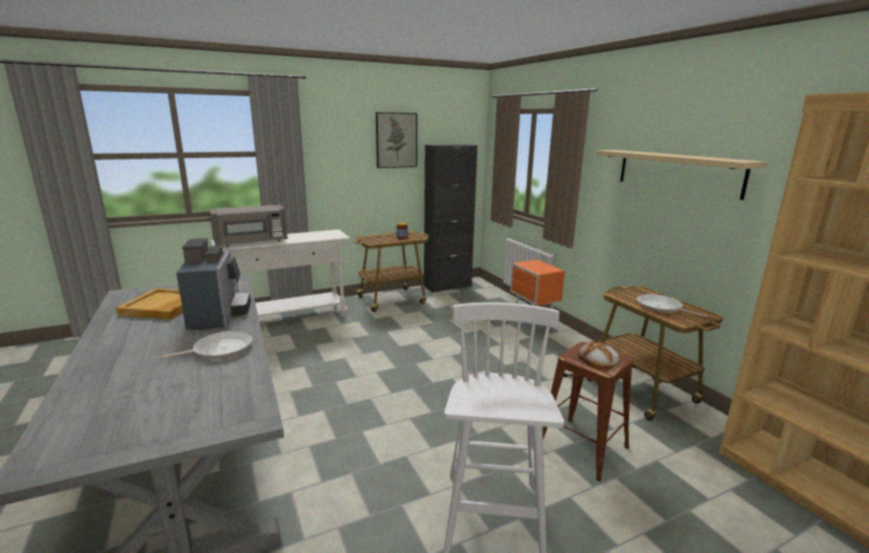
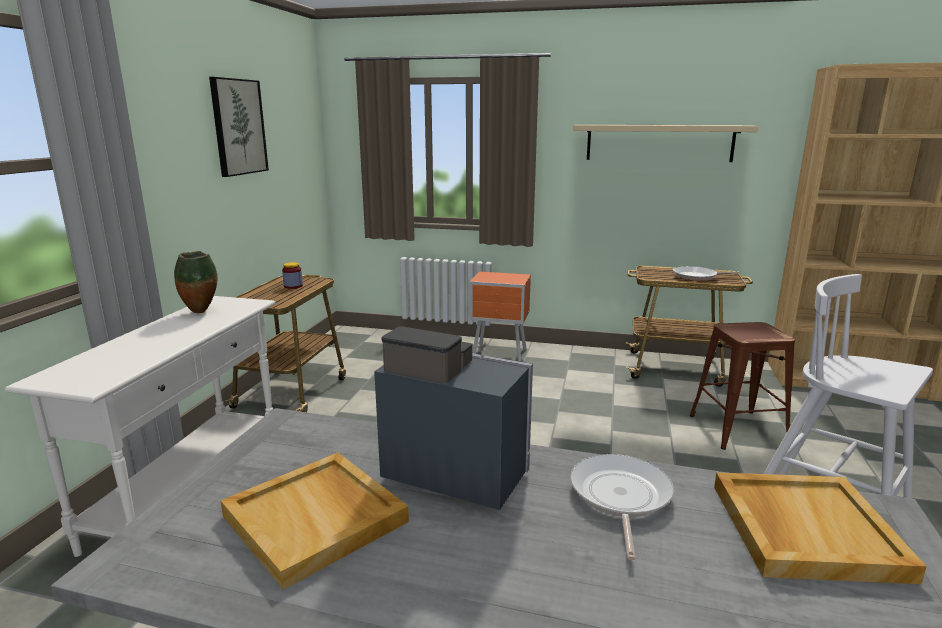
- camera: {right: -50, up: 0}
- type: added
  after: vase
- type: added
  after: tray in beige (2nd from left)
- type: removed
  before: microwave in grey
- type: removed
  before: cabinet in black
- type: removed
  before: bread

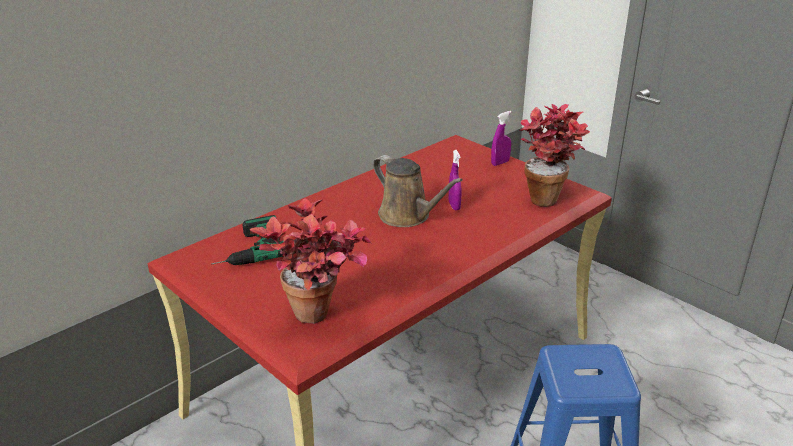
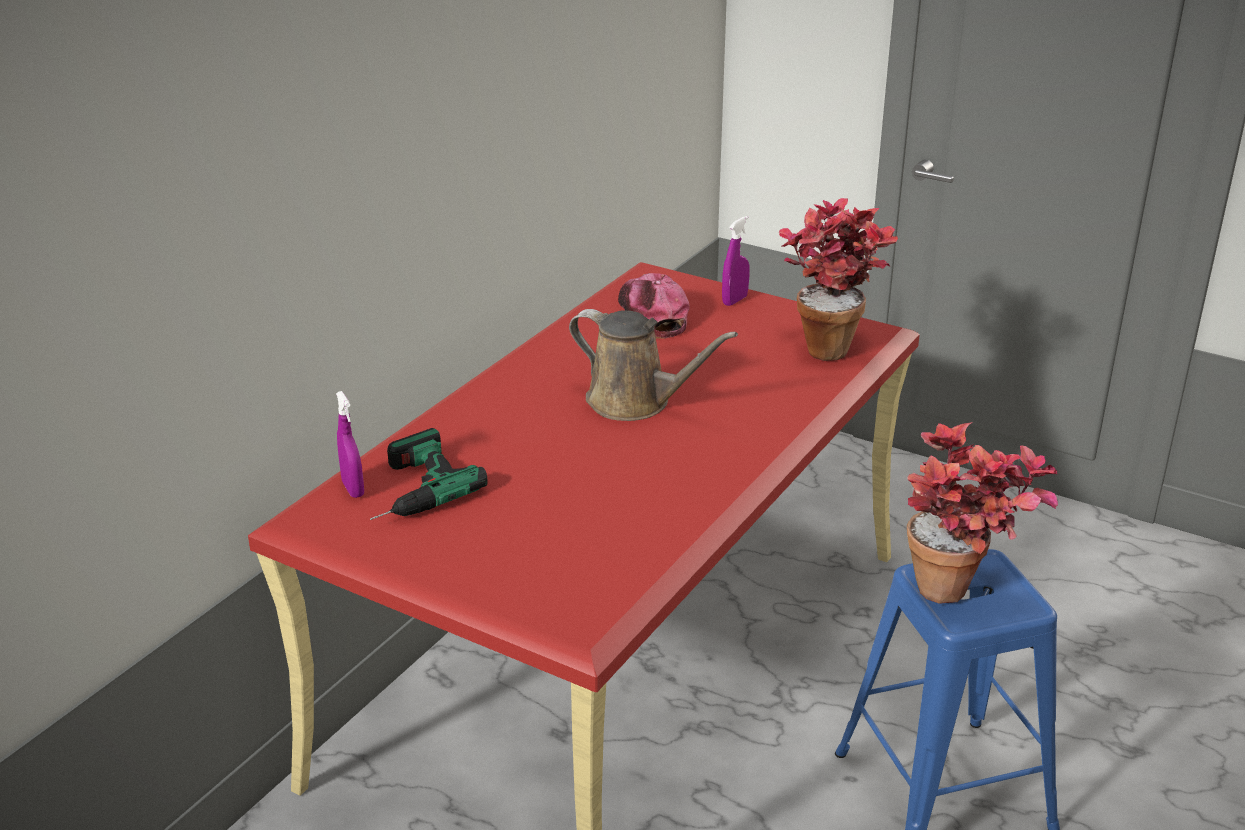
- camera: {right: -15, up: 0}
- type: moved
  before: spray bottle in purple (1st from left)
- type: added
  after: cap
- type: moved
  before: potted plant (1st from left in the first image)
  after: potted plant (2nd from left)

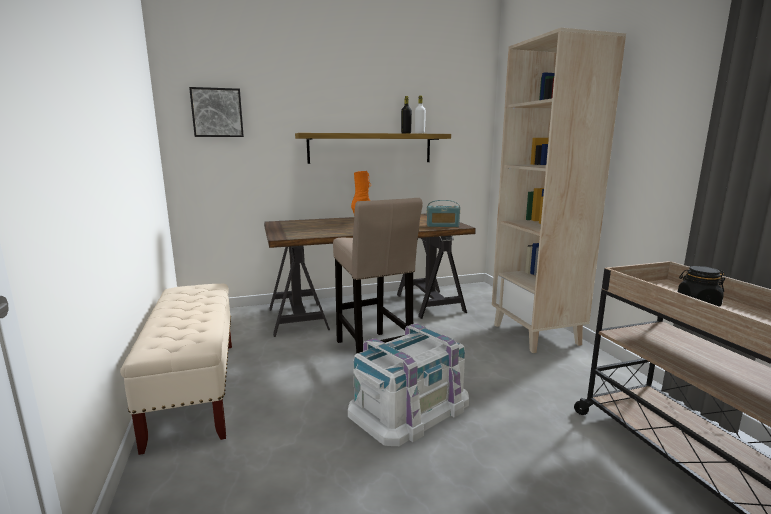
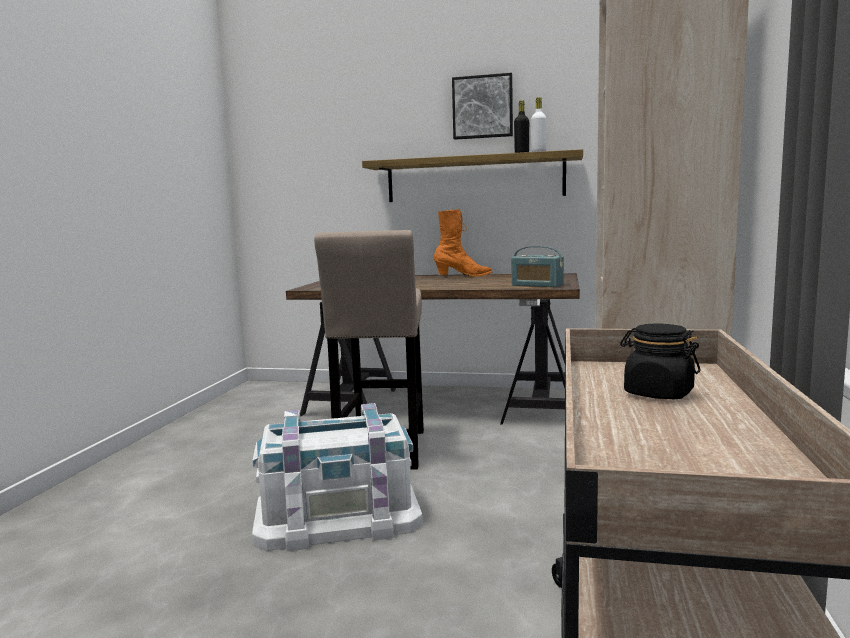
- camera: {right: 30, up: -5}
- type: moved
  before: picture
- type: removed
  before: bench in beige

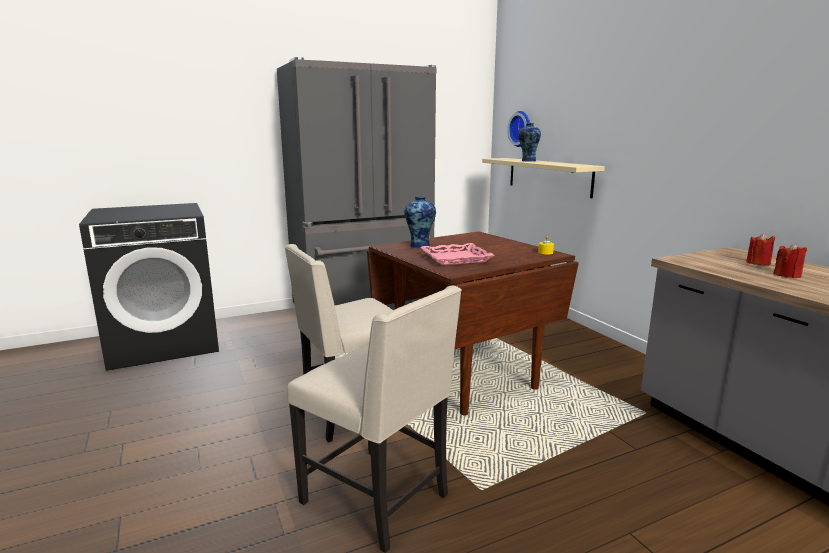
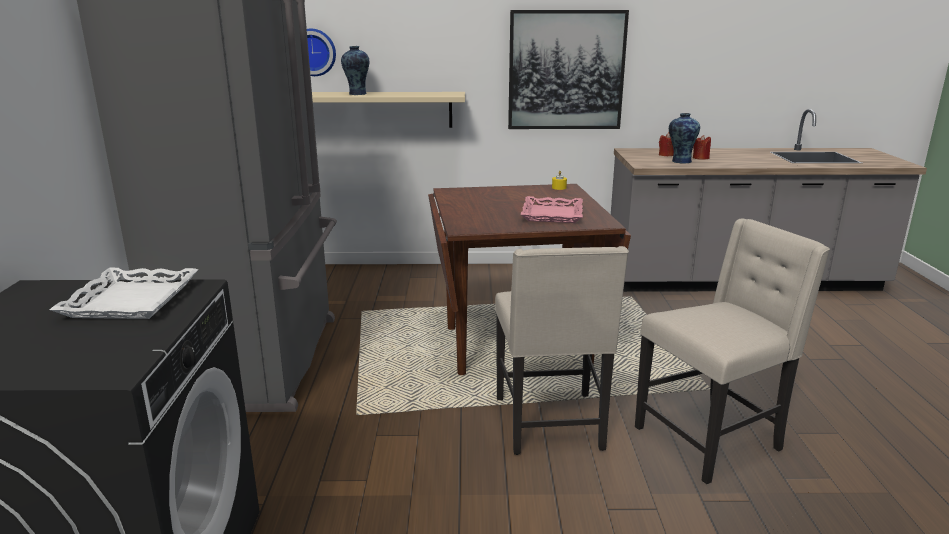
- camera: {right: -65, up: 5}
- type: added
  after: tray in white
- type: added
  after: picture
- type: moved
  before: vase (1st from left in the first image)
  after: vase (2nd from left)

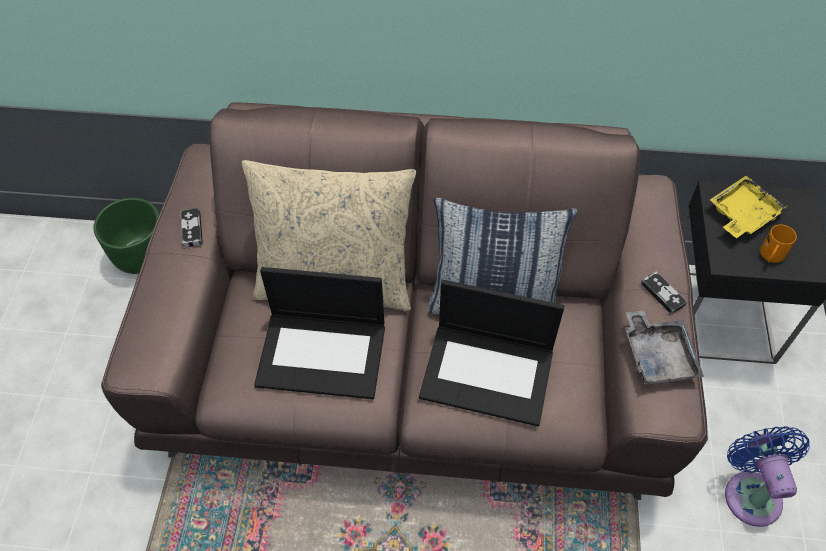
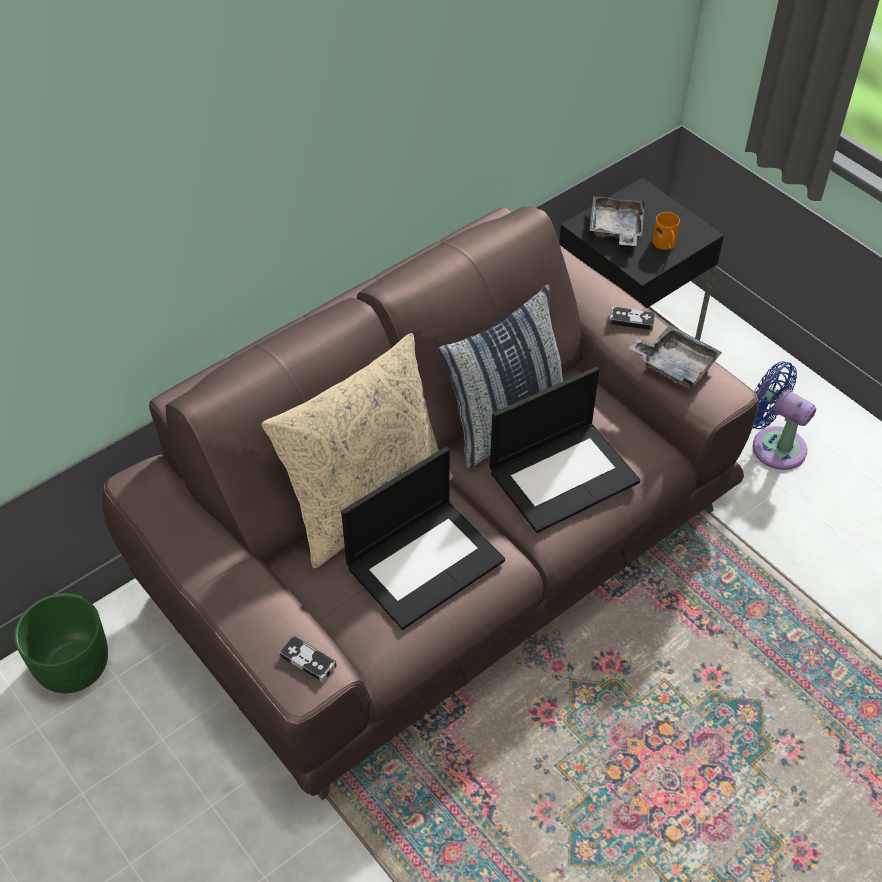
- camera: {right: -45, up: -5}
- type: moved
  before: game controller (1st from left)
- type: recoloured
  before: tray in yellow
  after: tray in grey (1st from left)

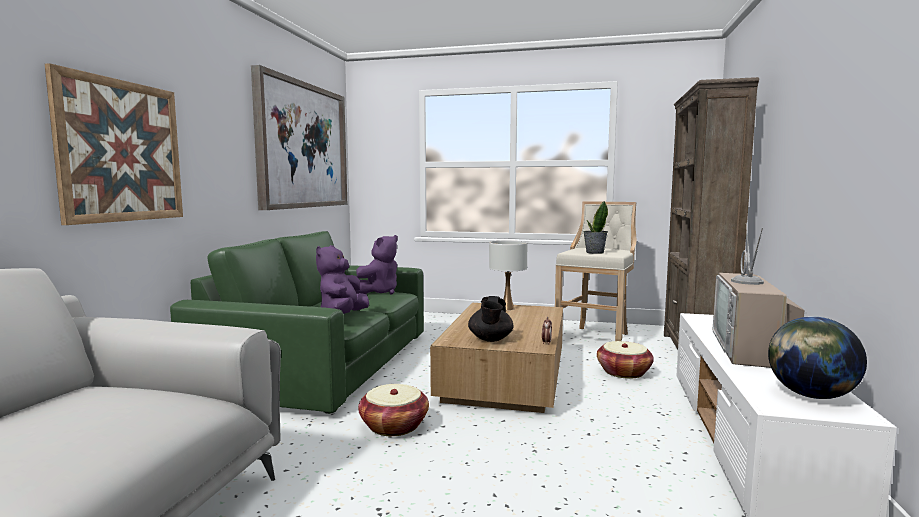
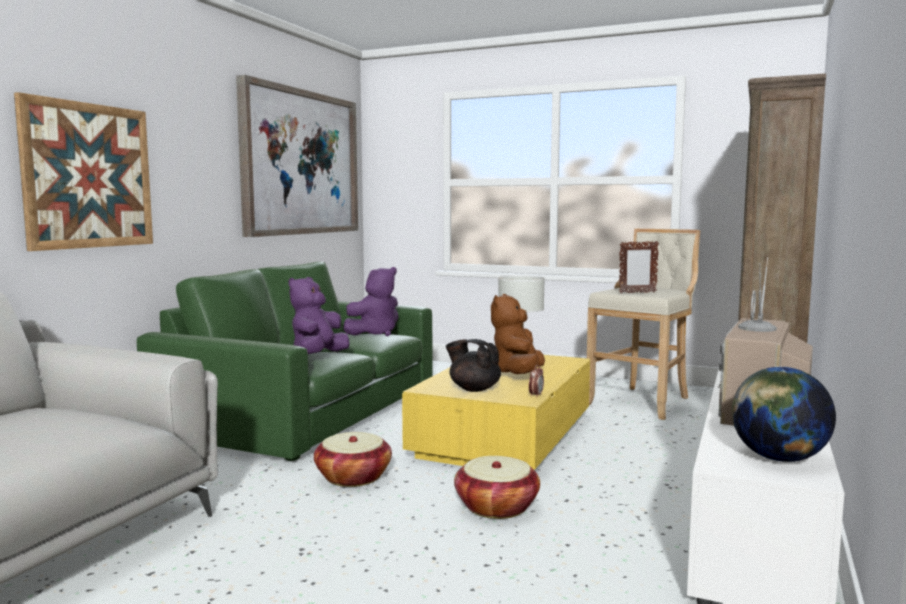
- camera: {right: 10, up: 0}
- type: recoloured
  before: coffee table in brown
  after: coffee table in yellow
- type: turned
  before: teapot in black
  turn: 105
- type: moved
  before: basket (2nd from left)
- type: added
  after: plush toy in brown
- type: replaced
  before: potted plant
  after: picture frame

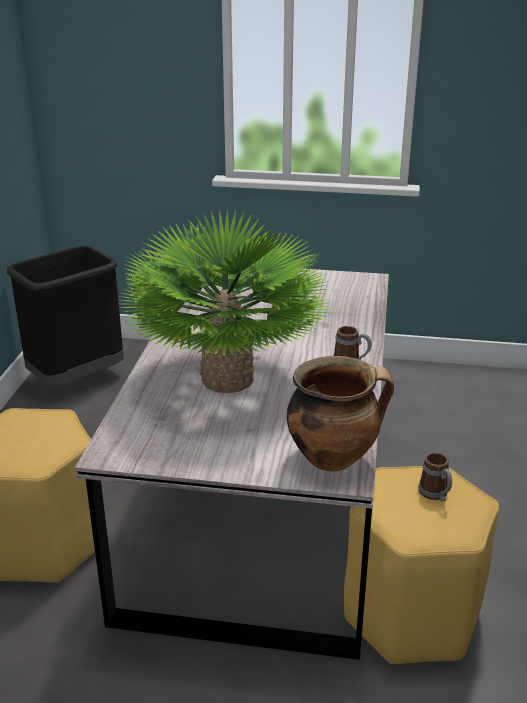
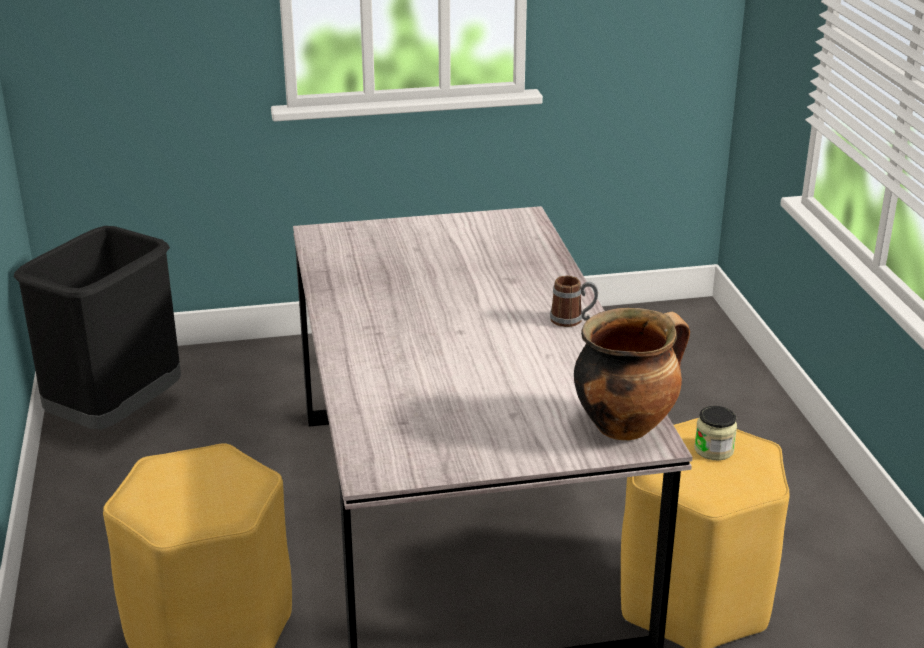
- camera: {right: -20, up: 0}
- type: replaced
  before: mug (2nd from left)
  after: jar
- type: removed
  before: potted plant

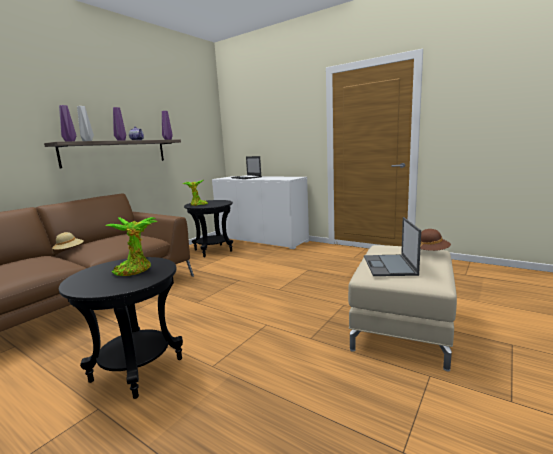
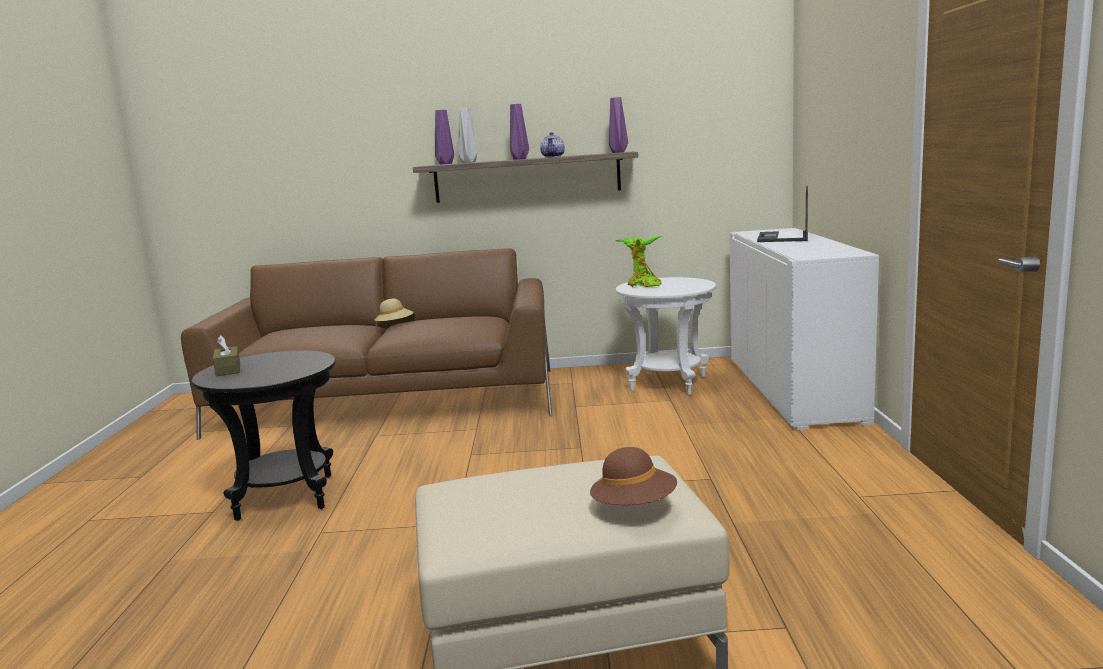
- camera: {right: 55, up: 0}
- type: added
  after: tissue box in brown
- type: recoloured
  before: side table in black (2nd from left)
  after: side table in white
- type: removed
  before: potted plant (1st from left)
- type: removed
  before: laptop (2nd from left)

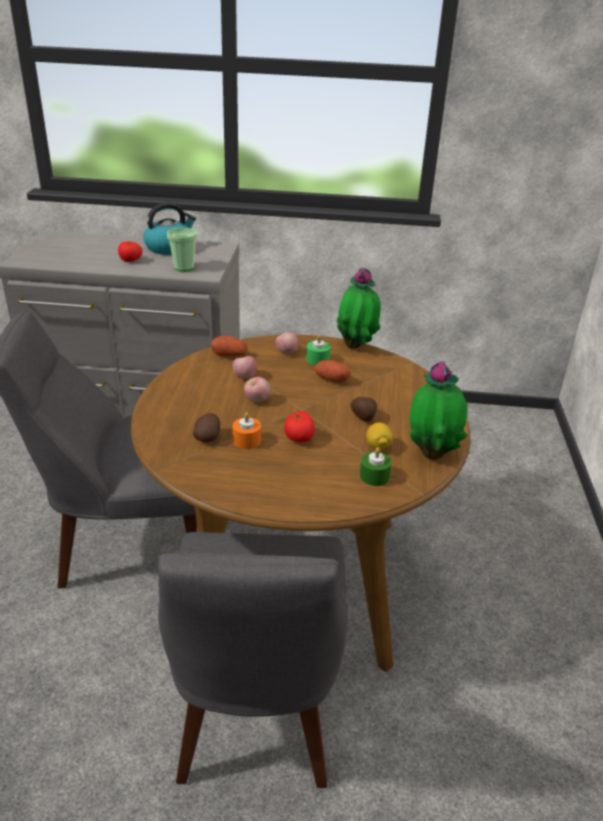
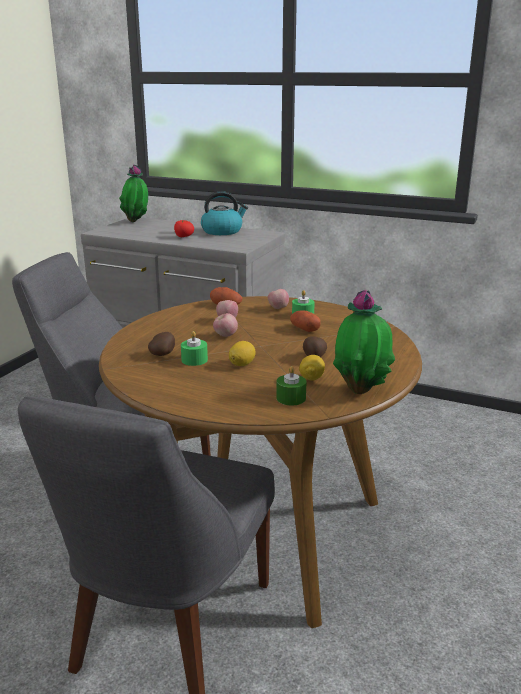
- camera: {right: 20, up: -10}
- type: moved
  before: potted plant (1st from left)
- type: recoloured
  before: candle in orange
  after: candle in green (1st from left)
- type: replaced
  before: tomato (2nd from left)
  after: lemon (1st from left)
- type: removed
  before: cup

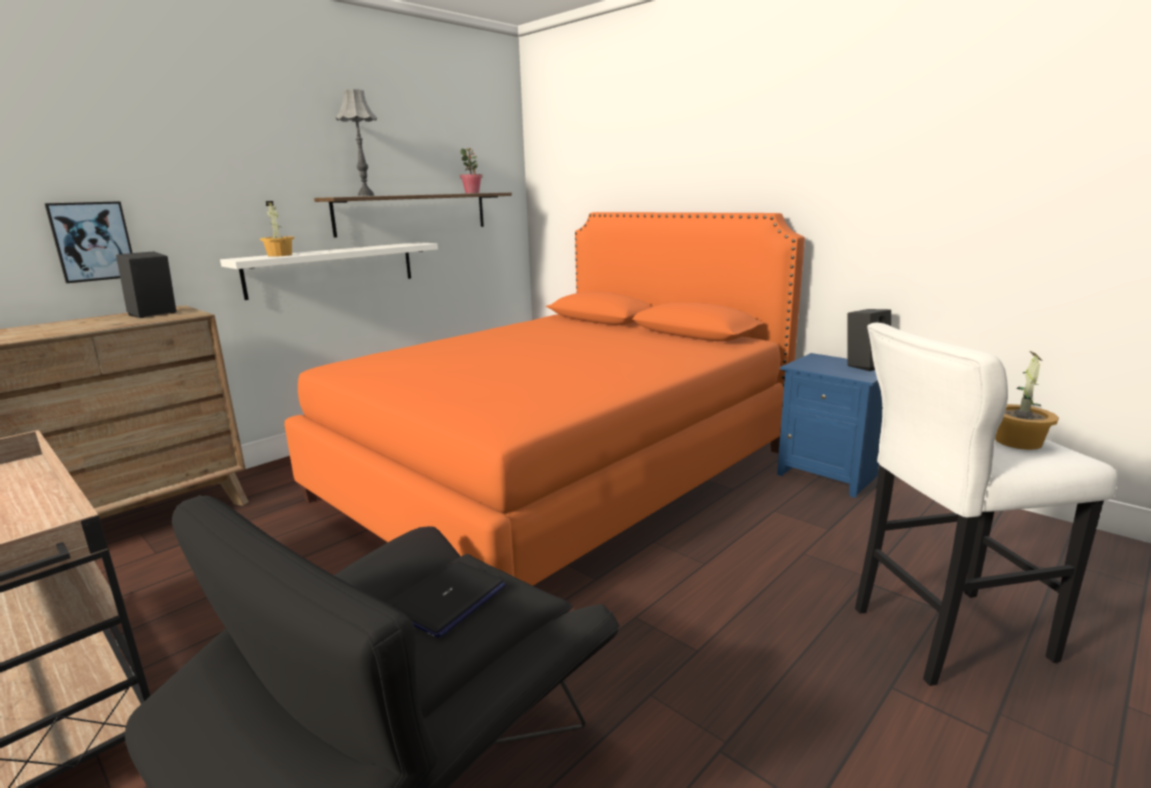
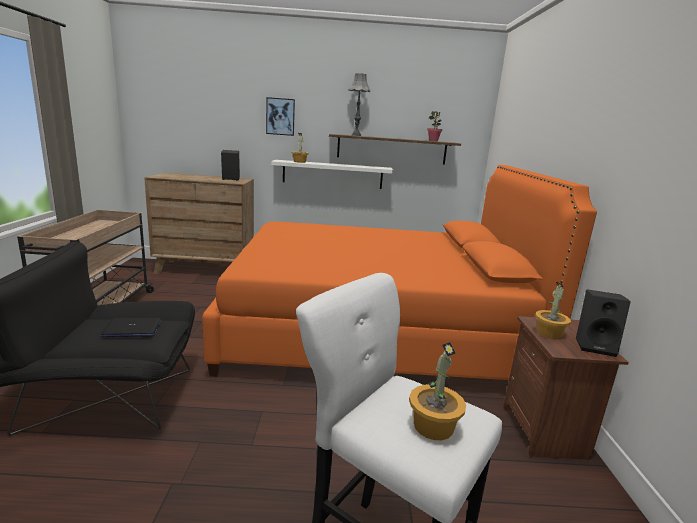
- camera: {right: 45, up: 0}
- type: moved
  before: picture
- type: recoloured
  before: nightstand in blue
  after: nightstand in brown
- type: added
  after: potted plant (4th from left)

